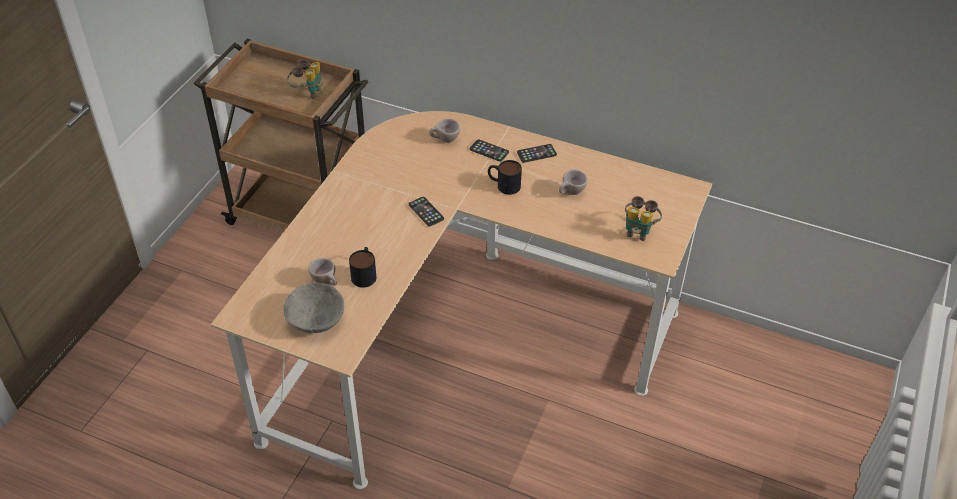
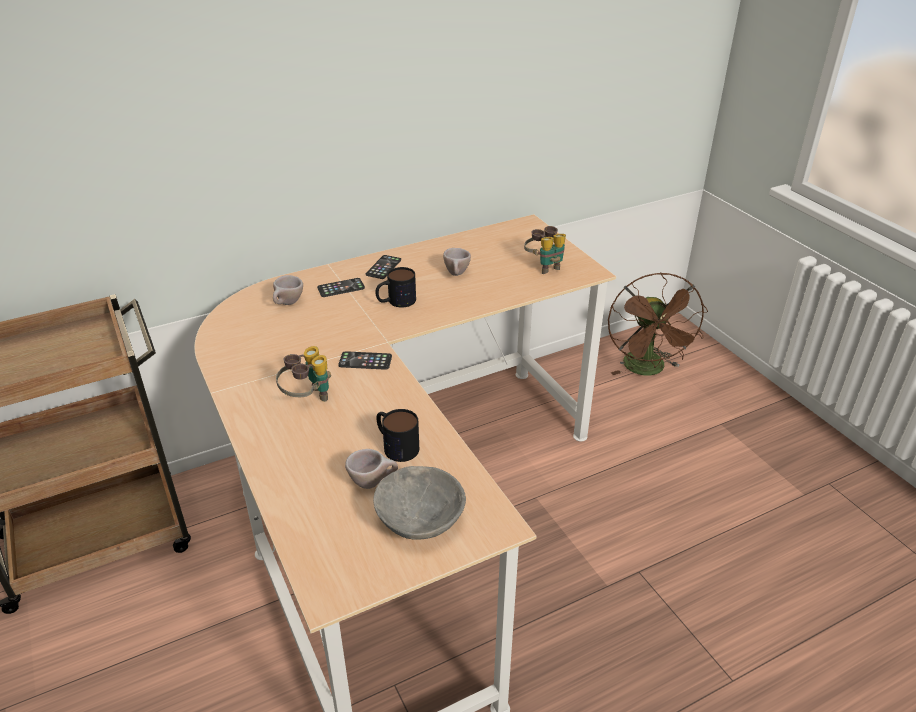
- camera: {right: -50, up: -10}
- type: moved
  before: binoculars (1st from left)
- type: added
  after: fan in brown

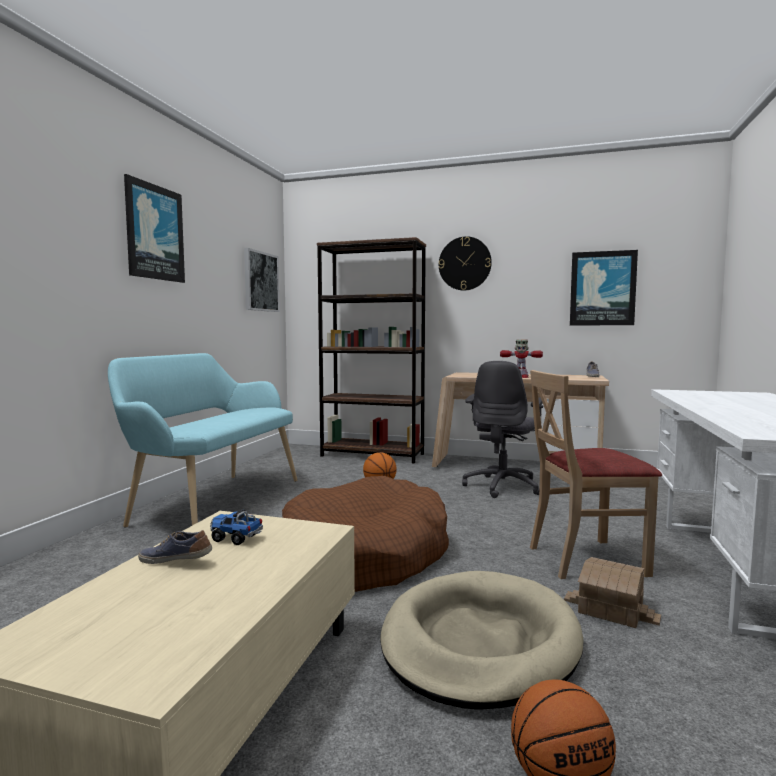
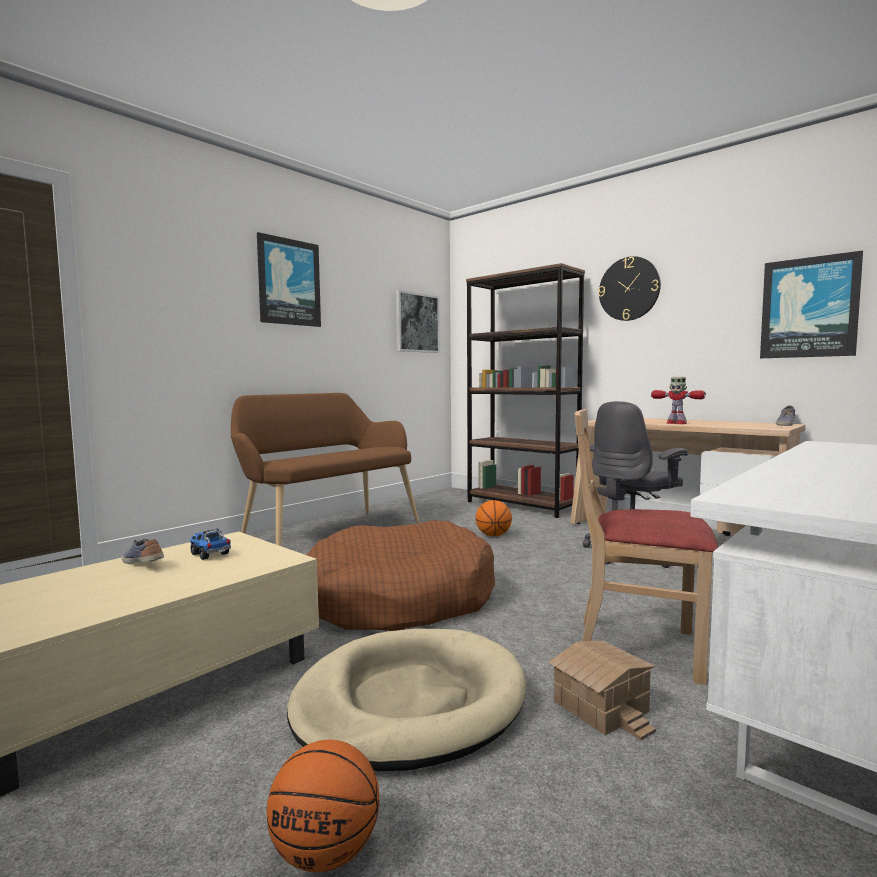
- camera: {right: 25, up: 0}
- type: recoloured
  before: bench in turquoise
  after: bench in brown

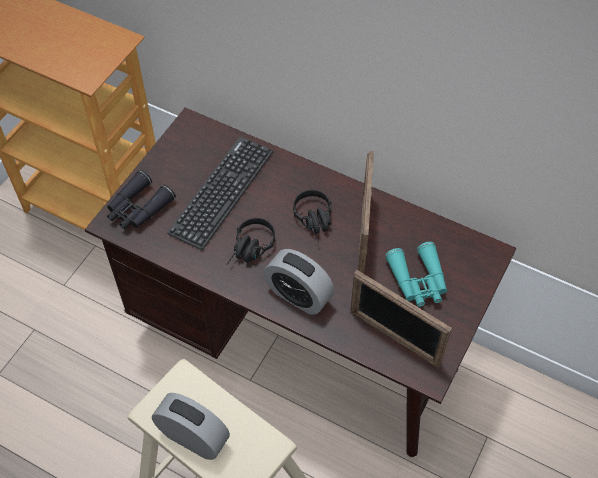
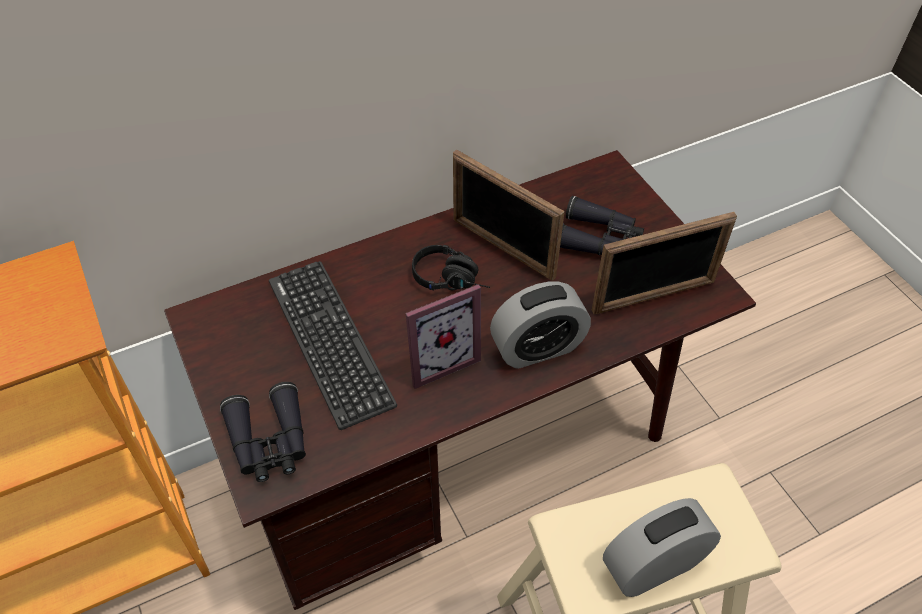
- camera: {right: -55, up: -5}
- type: replaced
  before: headphones in black (1st from left)
  after: picture frame (1st from left)
- type: recoloured
  before: binoculars in turquoise
  after: binoculars in black (2nd from left)

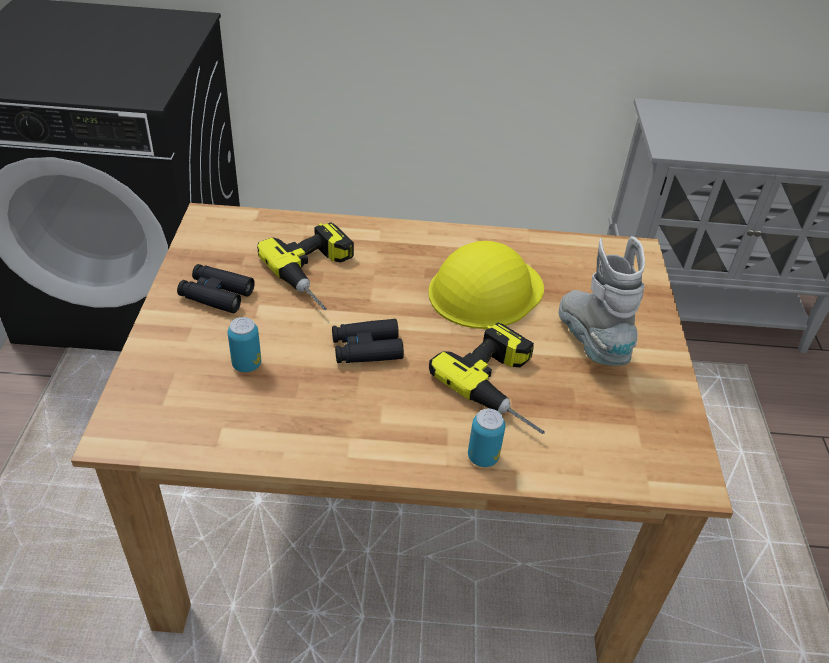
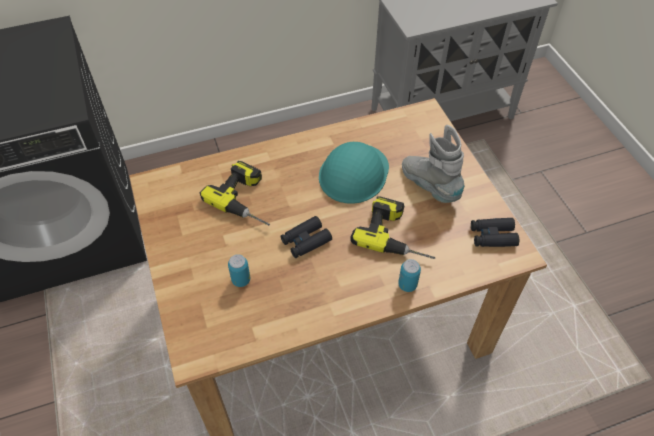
- camera: {right: -20, up: 10}
- type: recoloured
  before: hard hat in yellow
  after: hard hat in turquoise
- type: moved
  before: binoculars in black (1st from left in the first image)
  after: binoculars in black (2nd from left)

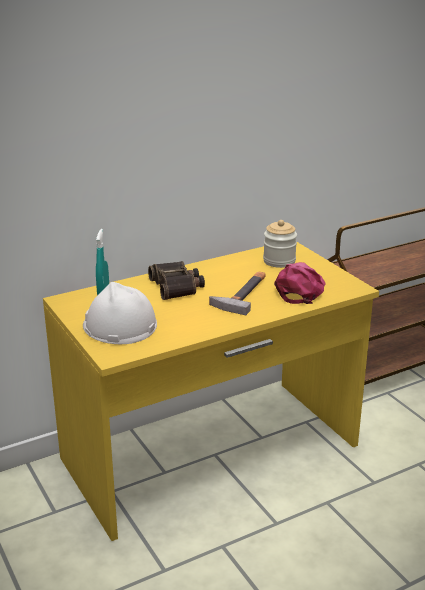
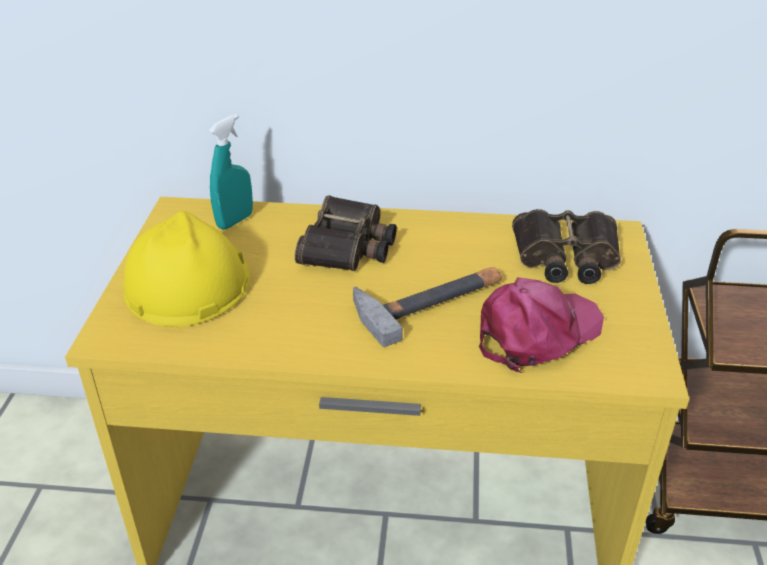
- camera: {right: 35, up: 10}
- type: recoloured
  before: hard hat in white
  after: hard hat in yellow
- type: replaced
  before: jar
  after: binoculars (2nd from left)

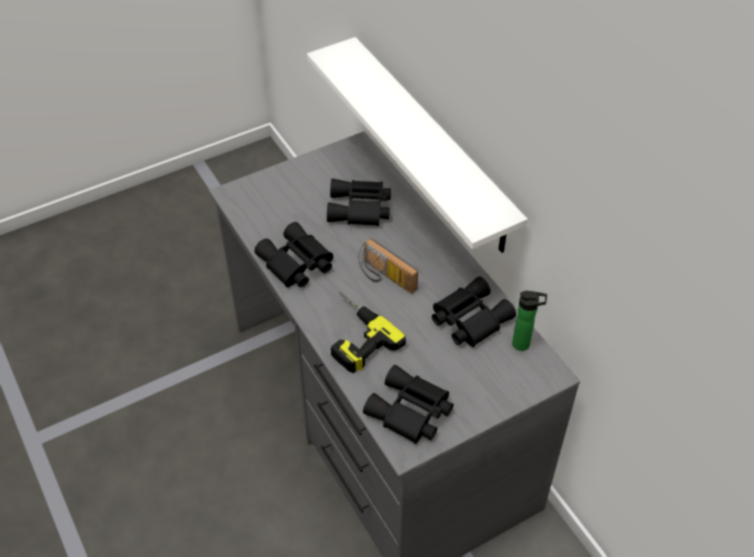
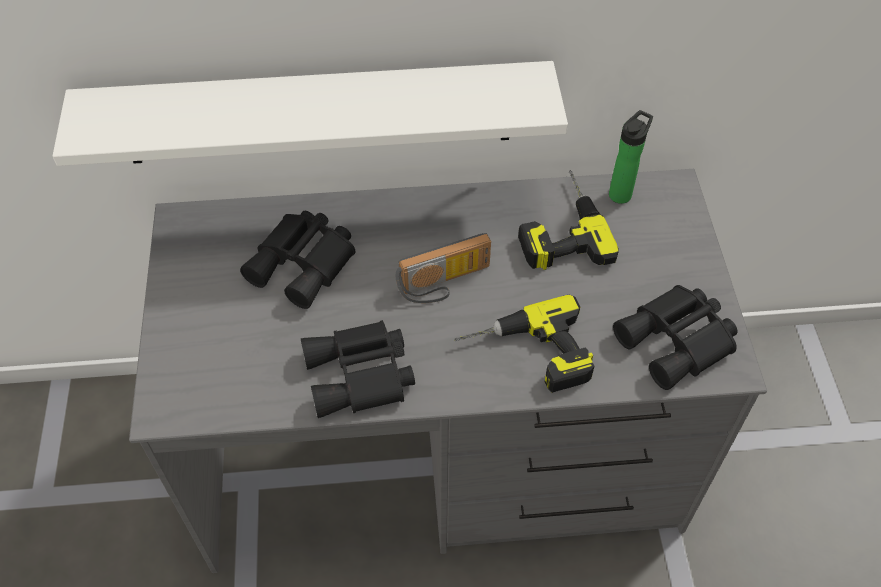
- camera: {right: -65, up: 5}
- type: replaced
  before: binoculars in black (4th from left)
  after: power drill (2nd from left)

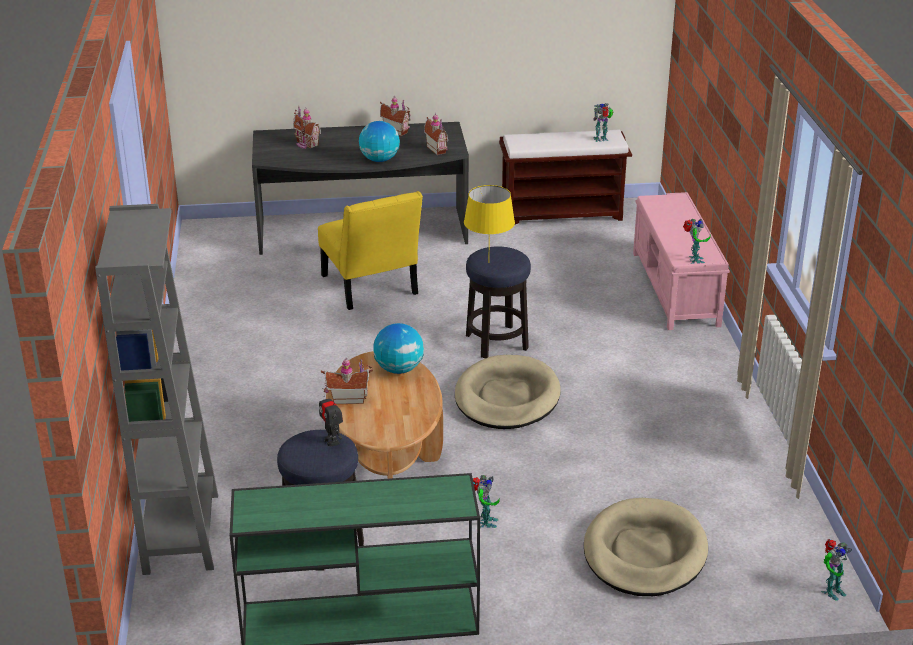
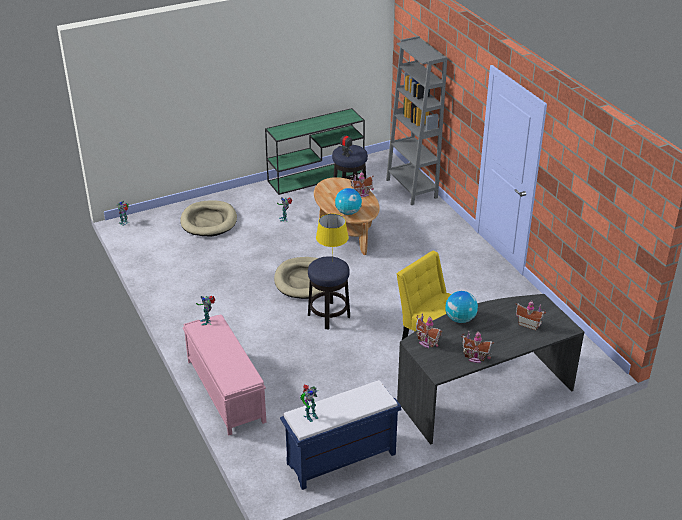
- camera: {right: 160, up: 5}
- type: recoloured
  before: bench in brown
  after: bench in blue

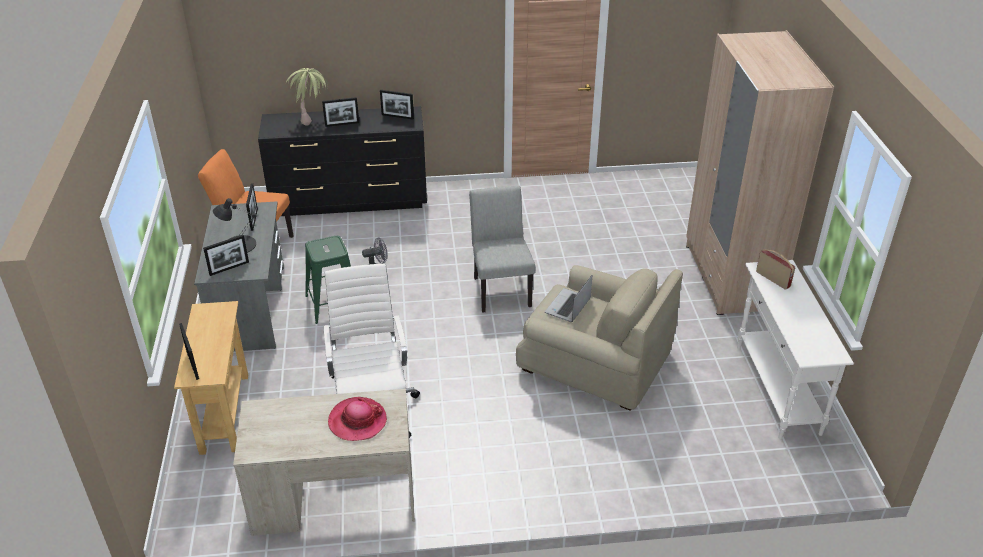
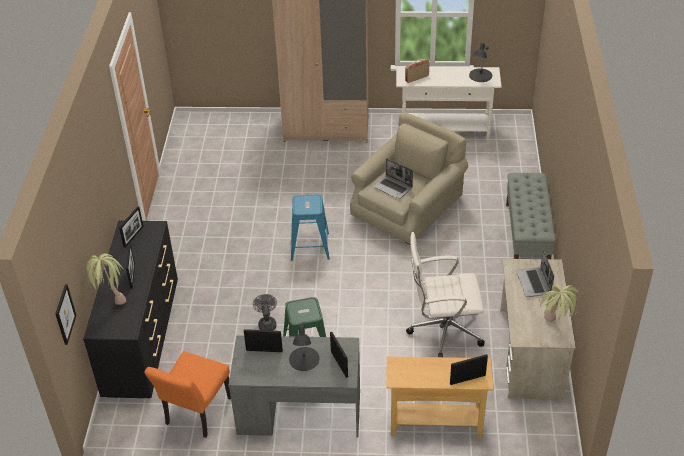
- camera: {right: -80, up: 5}
- type: added
  after: picture
- type: replaced
  before: chair in grey
  after: stool in blue
- type: added
  after: table lamp in black (2nd from left)
- type: added
  after: bench in grey
- type: replaced
  before: hat
  after: laptop (2nd from left)
- type: added
  after: potted plant (2nd from left)

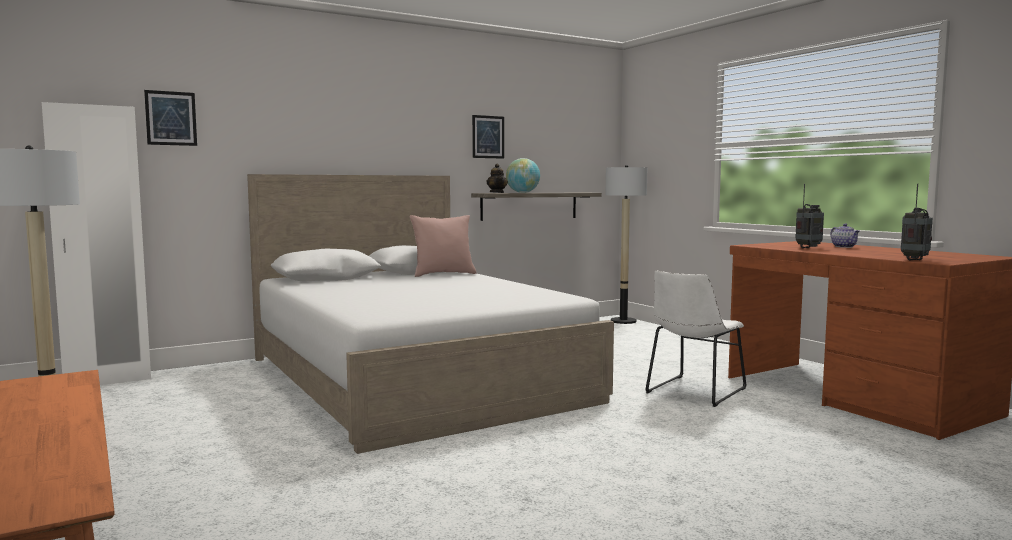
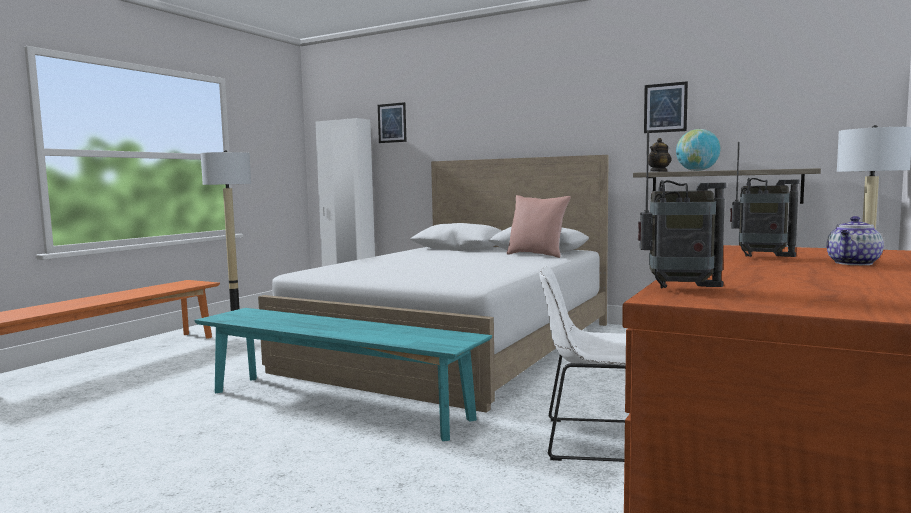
- camera: {right: 60, up: 0}
- type: added
  after: bench in turquoise

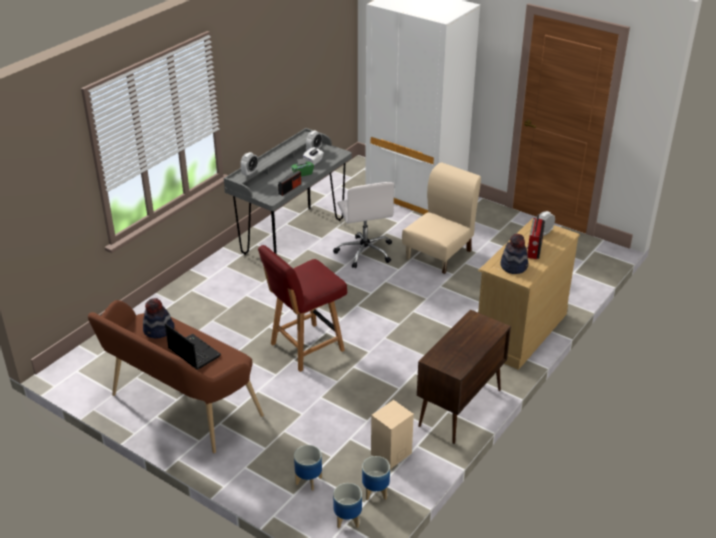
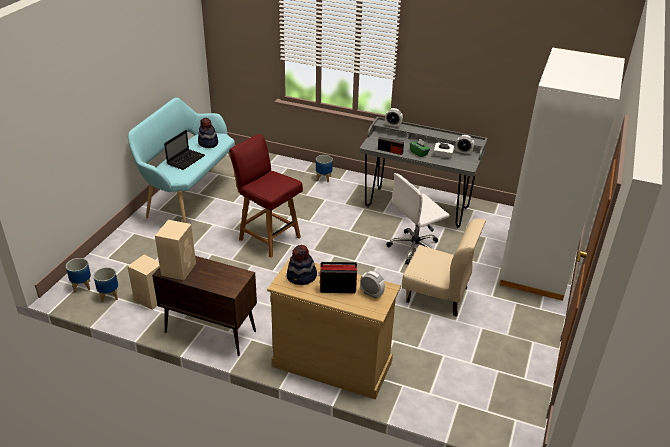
- camera: {right: 75, up: 0}
- type: recoloured
  before: bench in brown
  after: bench in turquoise
- type: added
  after: speaker in beige (2nd from left)
- type: moved
  before: planter (1st from left in the first image)
  after: planter (3rd from left)

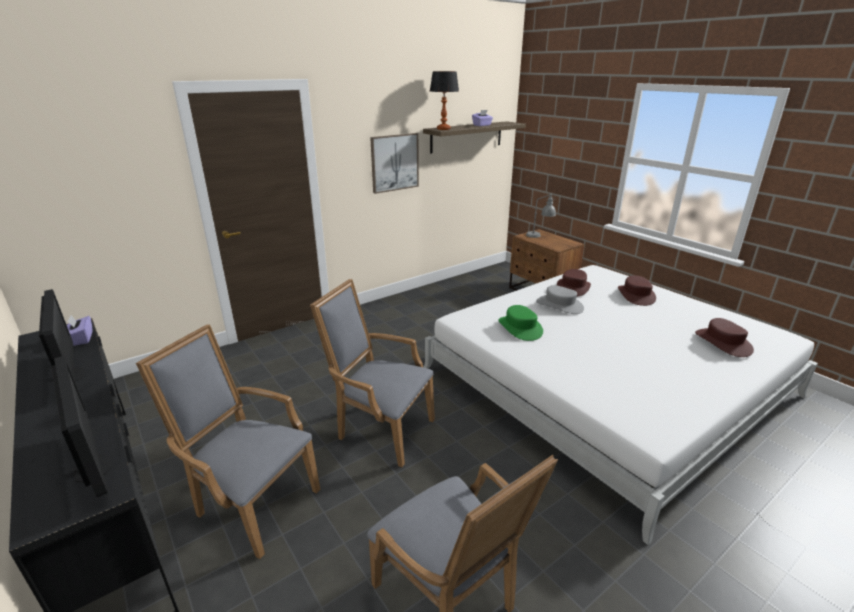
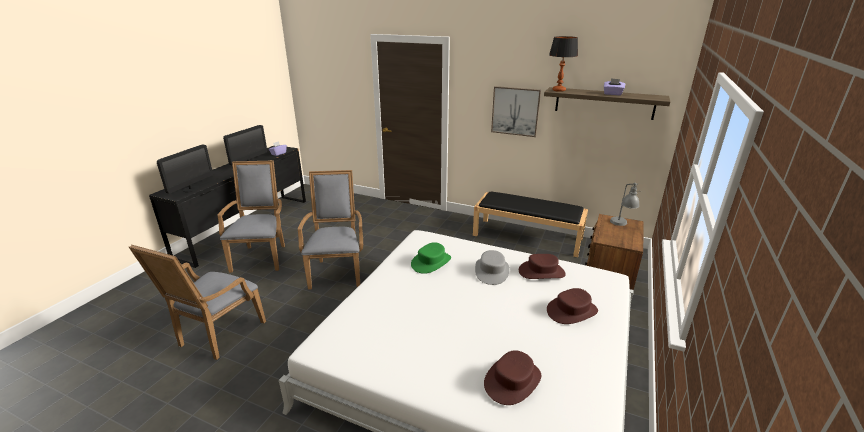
- camera: {right: 60, up: 0}
- type: added
  after: bench in black

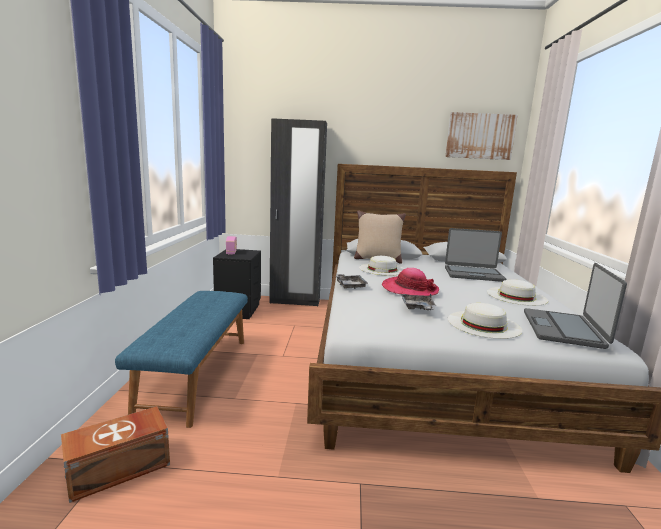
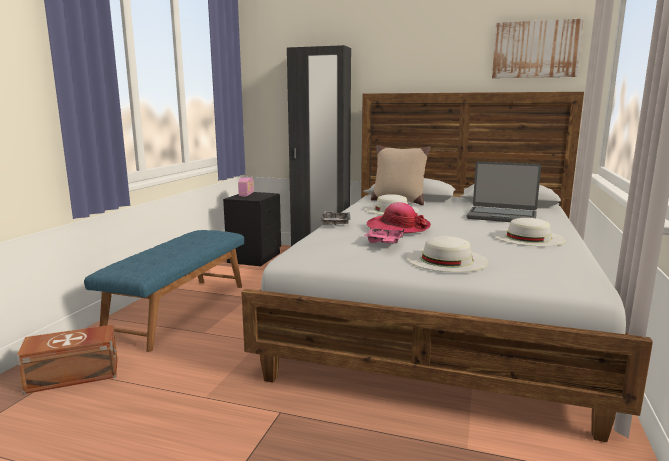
- camera: {right: 15, up: 0}
- type: recoloured
  before: tray in grey (2nd from left)
  after: tray in pink
- type: removed
  before: laptop (2nd from left)

